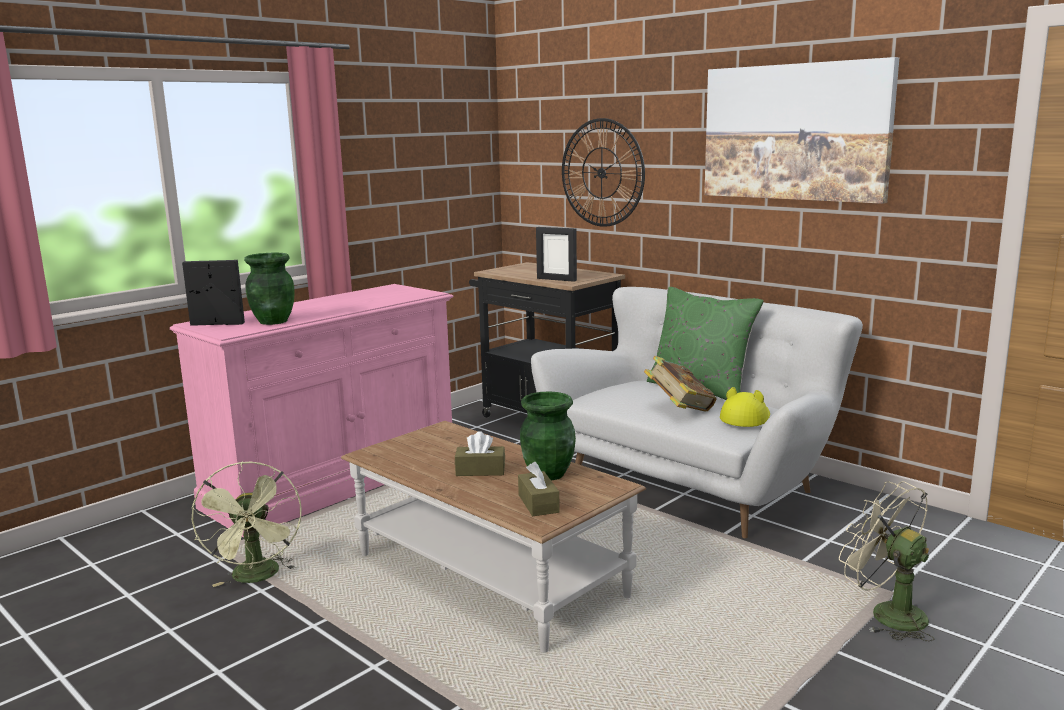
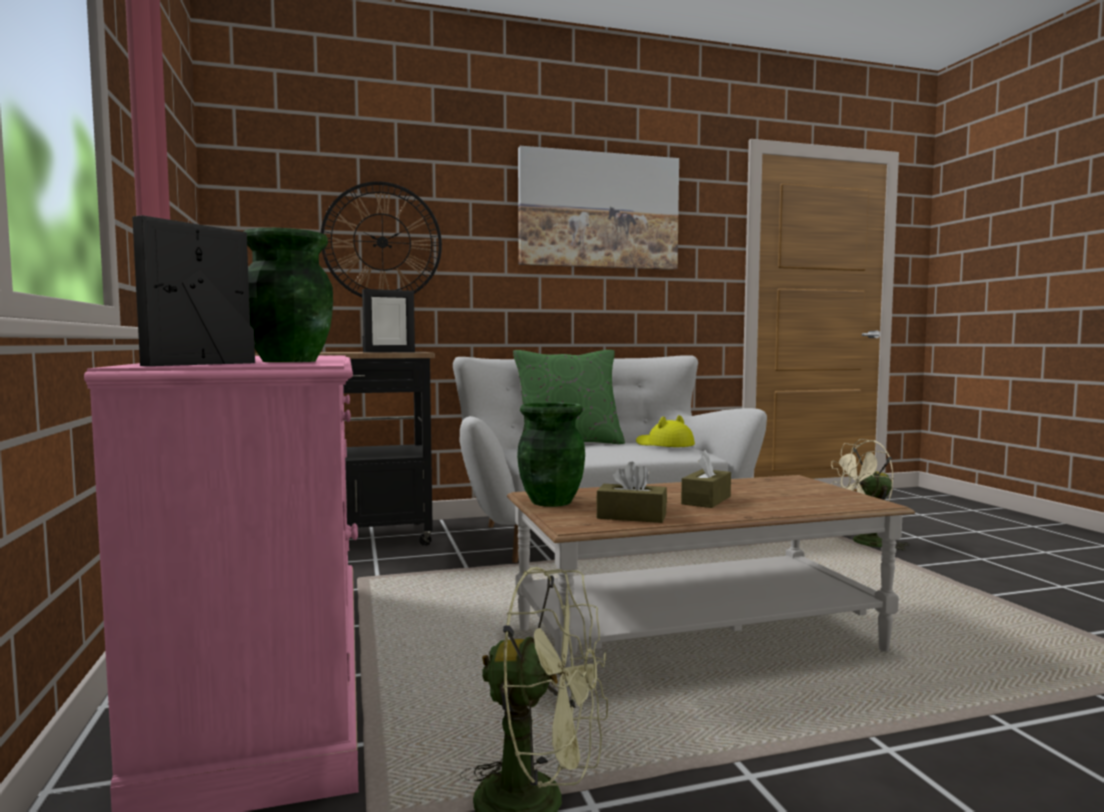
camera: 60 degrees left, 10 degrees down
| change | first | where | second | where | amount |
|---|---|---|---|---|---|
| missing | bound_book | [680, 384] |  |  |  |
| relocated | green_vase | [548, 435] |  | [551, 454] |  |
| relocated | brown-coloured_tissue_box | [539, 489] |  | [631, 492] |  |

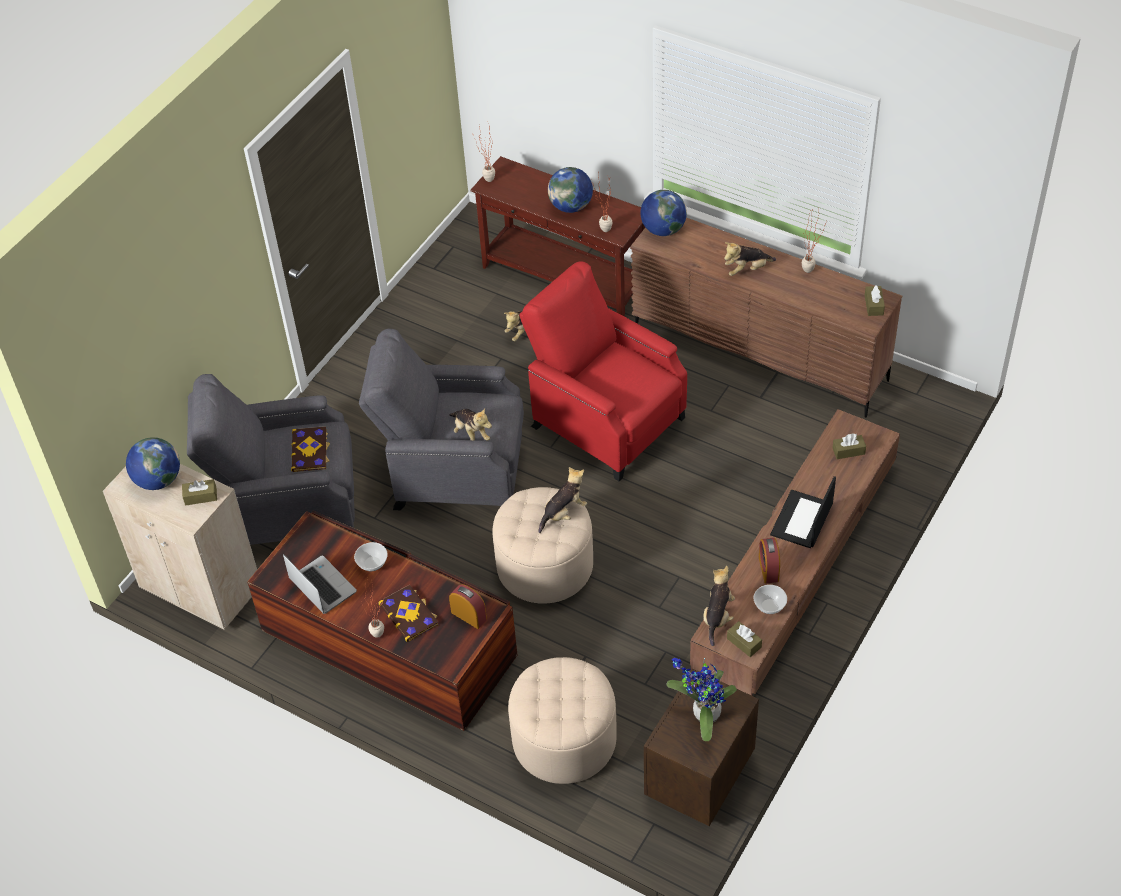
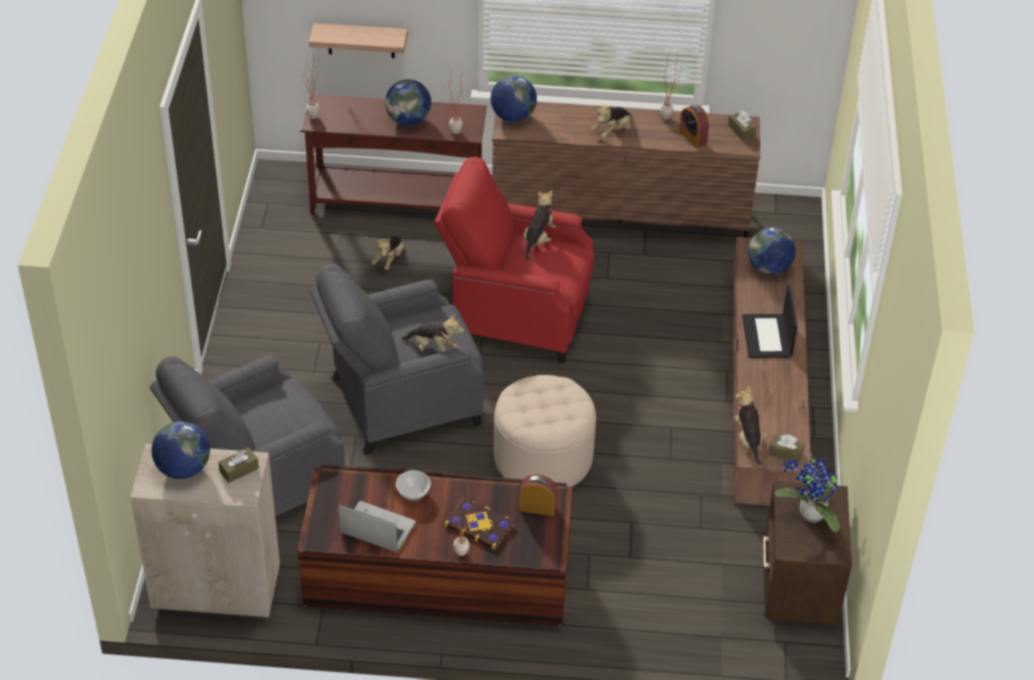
camera: 30 degrees left, 5 degrees down
| change | first | where | second | where | amount |
|---|---|---|---|---|---|
| missing | bound_book | [310, 449] |  |  |  |
| exchanged | brown-coloured_tissue_box | [849, 446] | globe | [772, 251] |  |
| relocated | plush_toy | [563, 500] |  | [540, 225] |  |
| relocated | table_clock | [769, 561] |  | [694, 126] |  |
| missing | serving_bowl | [770, 599] |  |  |  |
| missing | beige_pouffe | [562, 720] |  |  |  |
| appeared |  |  | bracket_shelf | [358, 40] |  |

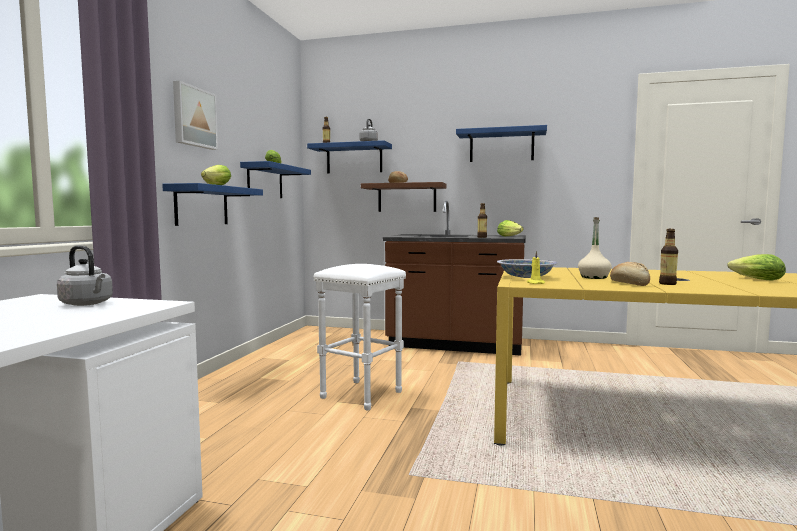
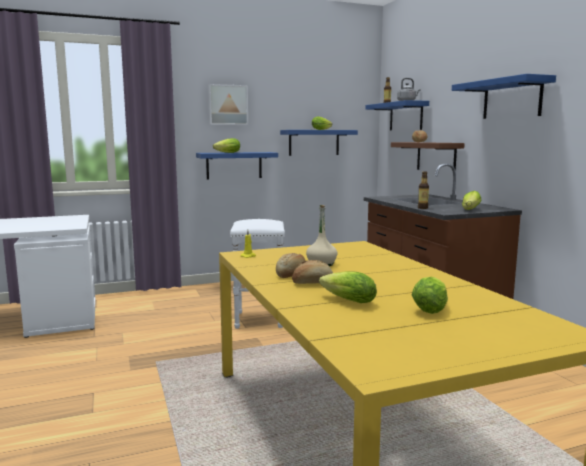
camera: 55 degrees right, 5 degrees up
| change | first | where | second | where | amount |
|---|---|---|---|---|---|
| exchanged | beverage_bottle | [668, 257] | bread | [312, 272] |  |
| missing | greyish_kettle | [85, 275] |  |  |  |
| missing | serving_bowl | [527, 268] |  |  |  |
| appeared |  |  | lettuce_head | [348, 287] |  |

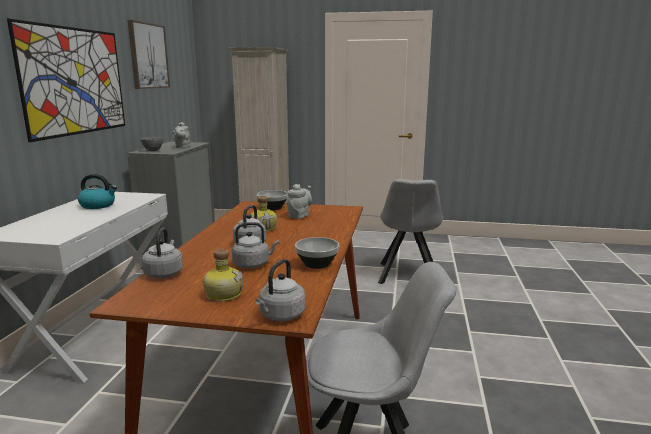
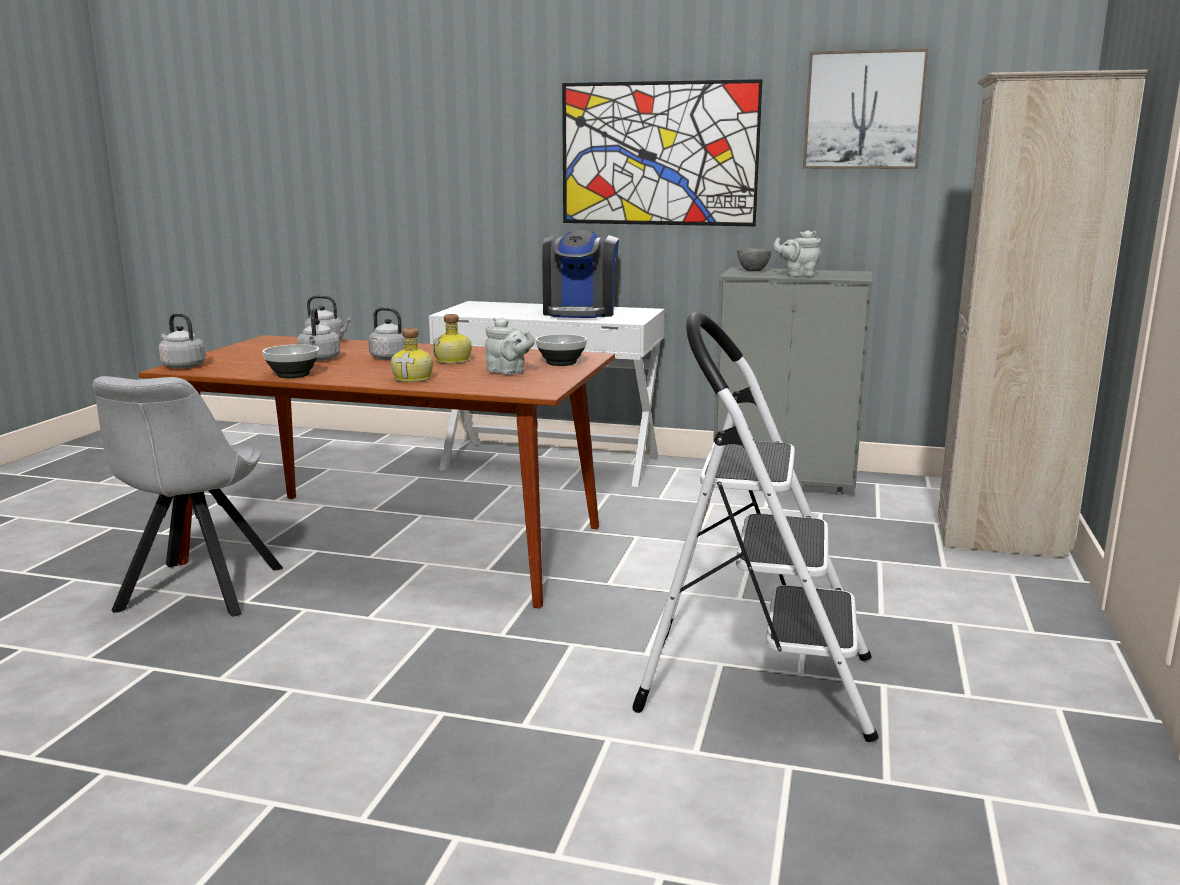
camera: 95 degrees right, 0 degrees up
| change | first | where | second | where | amount |
|---|---|---|---|---|---|
| exchanged | kettle | [97, 191] | coffee_machine | [580, 274] |  |
| exchanged | greyish_chair | [410, 231] | stepladder | [755, 527] |  |
| relocated | beverage_bottle | [223, 275] |  | [412, 355] |  |

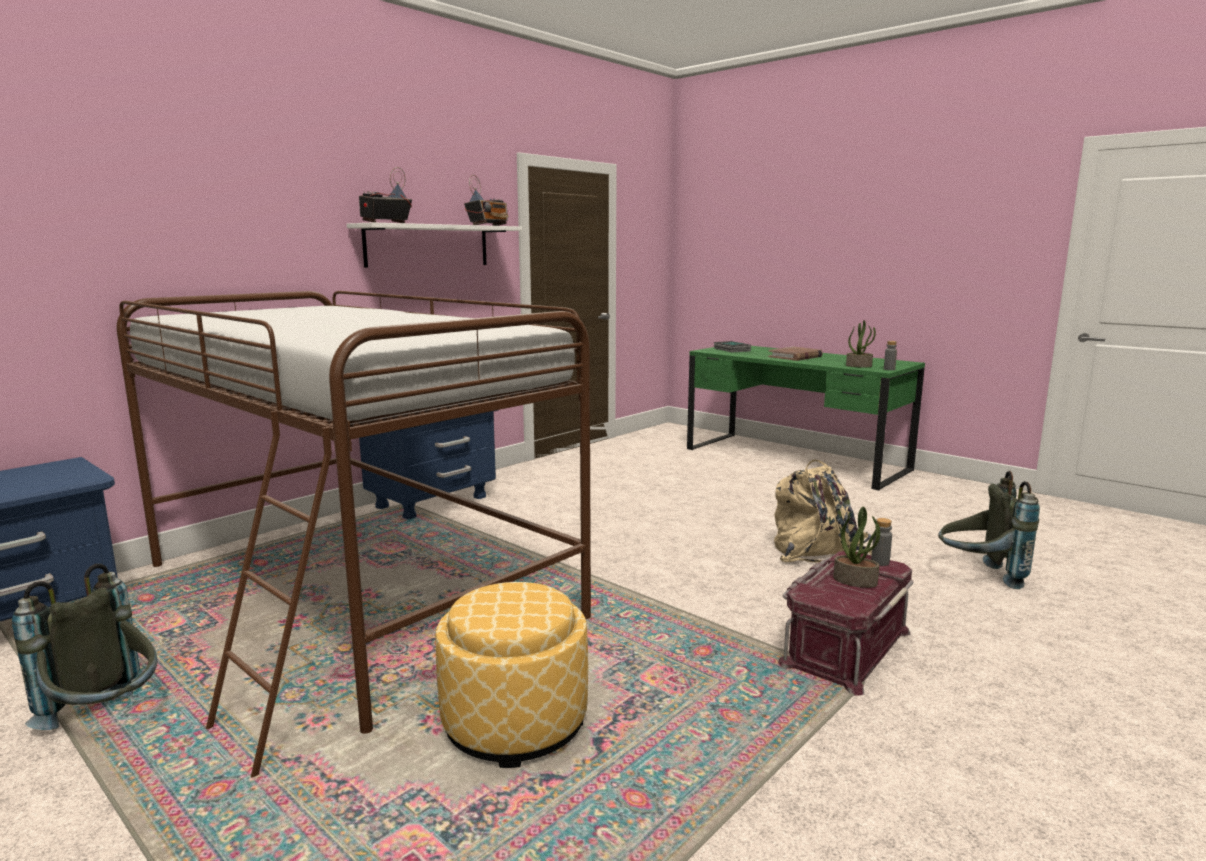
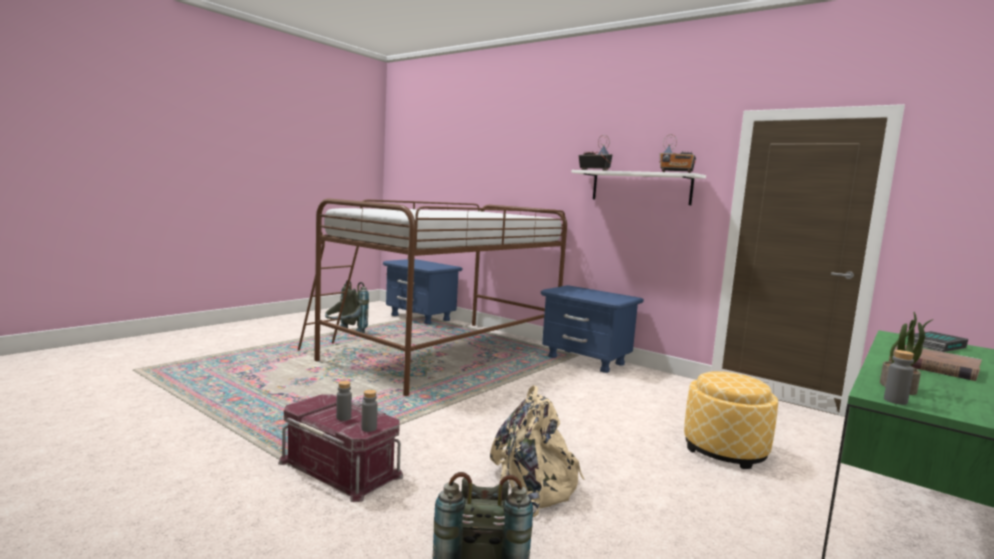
camera: 85 degrees right, 5 degrees down
| change | first | where | second | where | amount |
|---|---|---|---|---|---|
| exchanged | potted_plant | [856, 547] | greyish_beverage_bottle | [344, 401] |  |
| relocated | pouffe | [511, 675] |  | [731, 420] |  |

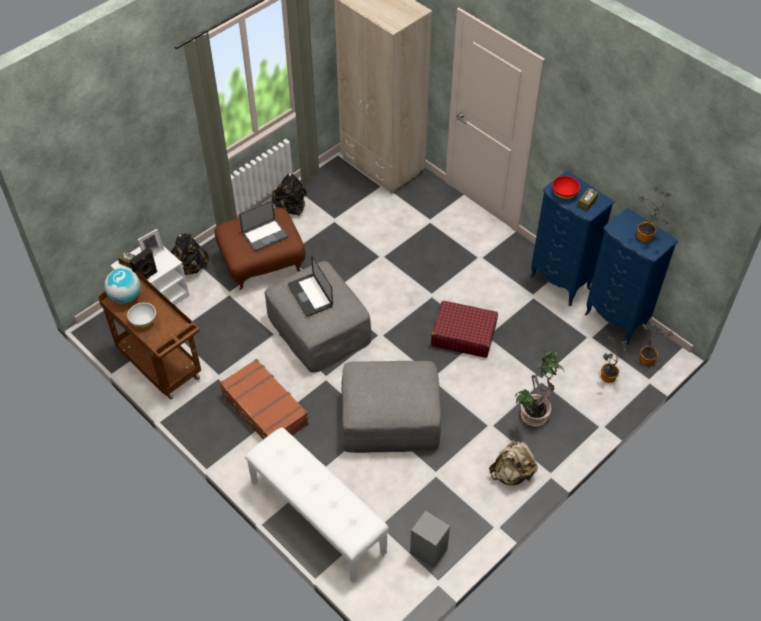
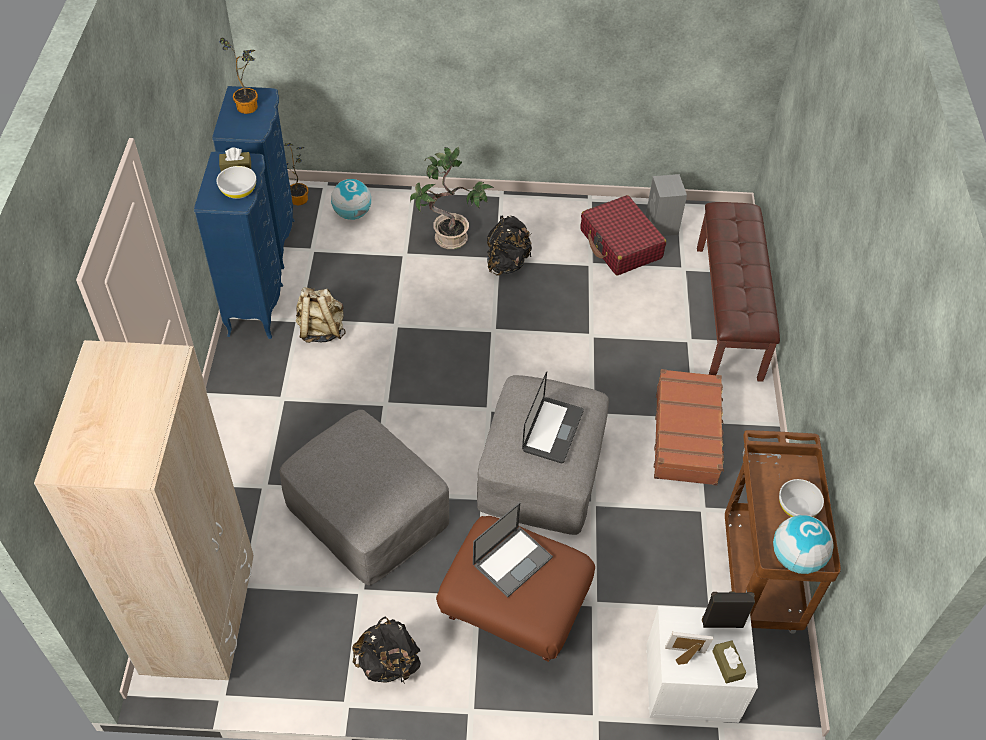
camera: 135 degrees left, 0 degrees up
| change | first | where | second | where | amount |
|---|---|---|---|---|---|
| colour | red-coloured_serving_bowl | [566, 187] | whitish_serving_bowl | [236, 182] |  |
| spun | notebook_computer | [263, 226] |  | [513, 549] | 120 degrees clockwise |
| relocated | black-coloured_knapsack | [190, 254] |  | [509, 245] |  |
| relocated | red-coloured_suitcase | [464, 329] |  | [623, 235] |  |
| exchanged | potted_plant | [615, 359] | globe | [351, 199] |  |
| relocated | greyish_pouffe | [391, 407] |  | [364, 497] |  |
| colour | whitish_bench | [317, 505] | brown-coloured_bench | [738, 292] |  |
| relocated | beige_knapsack | [513, 462] |  | [320, 315] |  |

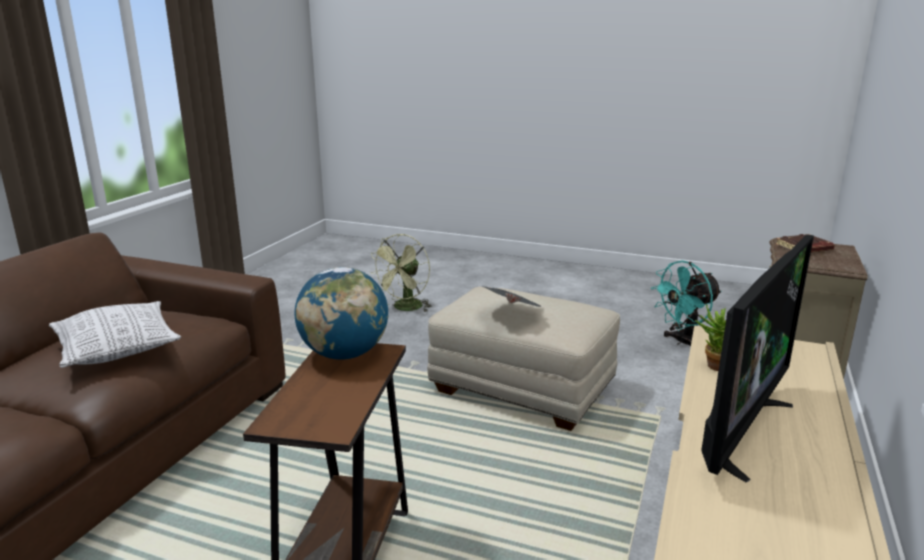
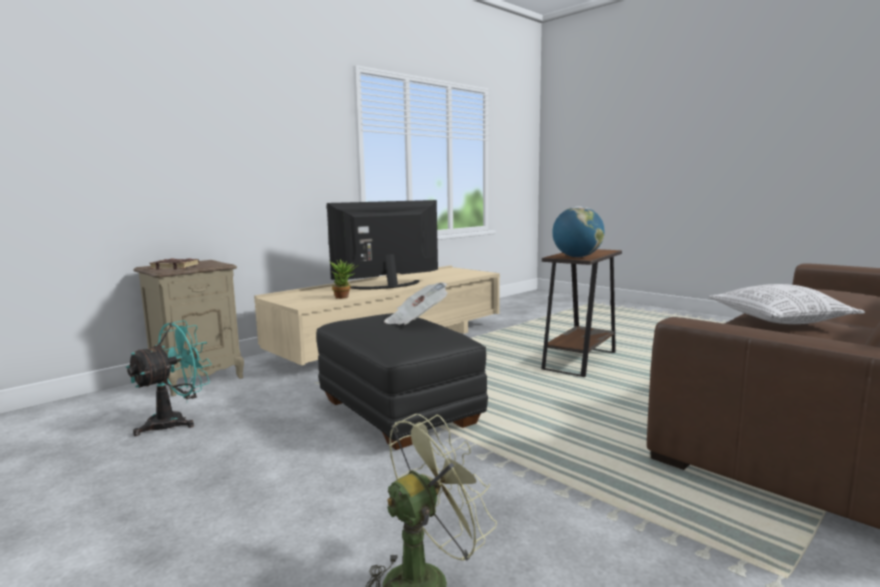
camera: 155 degrees left, 10 degrees down
| change | first | where | second | where | amount |
|---|---|---|---|---|---|
| spun | turquoise_electric_fan | [686, 303] |  | [169, 378] | 45 degrees counterclockwise |
| colour | beige_pouffe | [523, 359] | black-coloured_pouffe | [402, 381] |  |

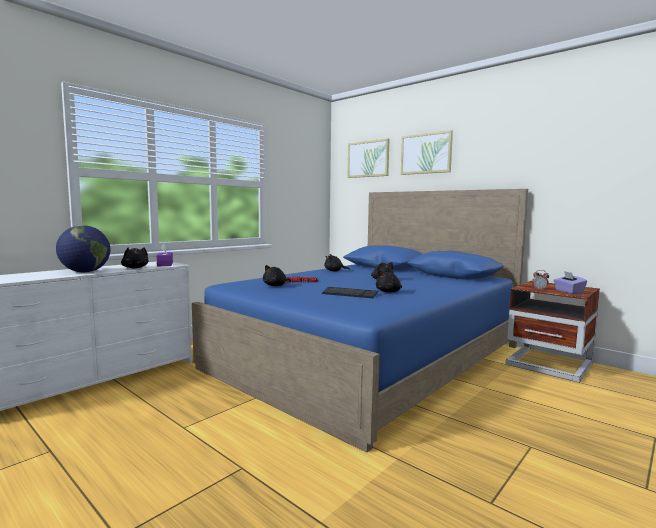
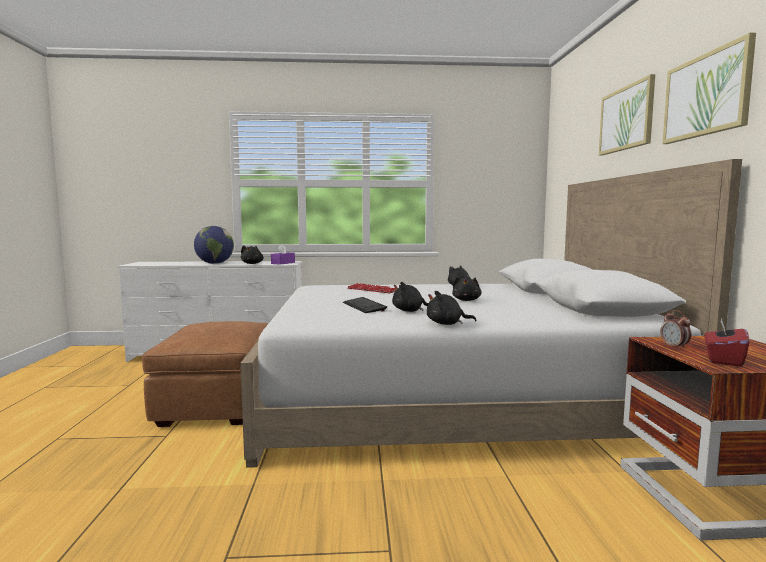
camera: 45 degrees right, 0 degrees up
| change | first | where | second | where | amount |
|---|---|---|---|---|---|
| relocated | wall_art | [368, 158] |  | [709, 88] |  |
| colour | blue_sleeping_bed | [360, 321] | whitish_sleeping_bed | [491, 313] |  |
| relocated | black-coloured_plush_toy | [277, 275] |  | [452, 308] |  |
| colour | purplish_tissue_box | [570, 282] | red-coloured_tissue_box | [727, 342] |  |
| appeared |  |  | brown-coloured_pouffe | [205, 374] |  |

